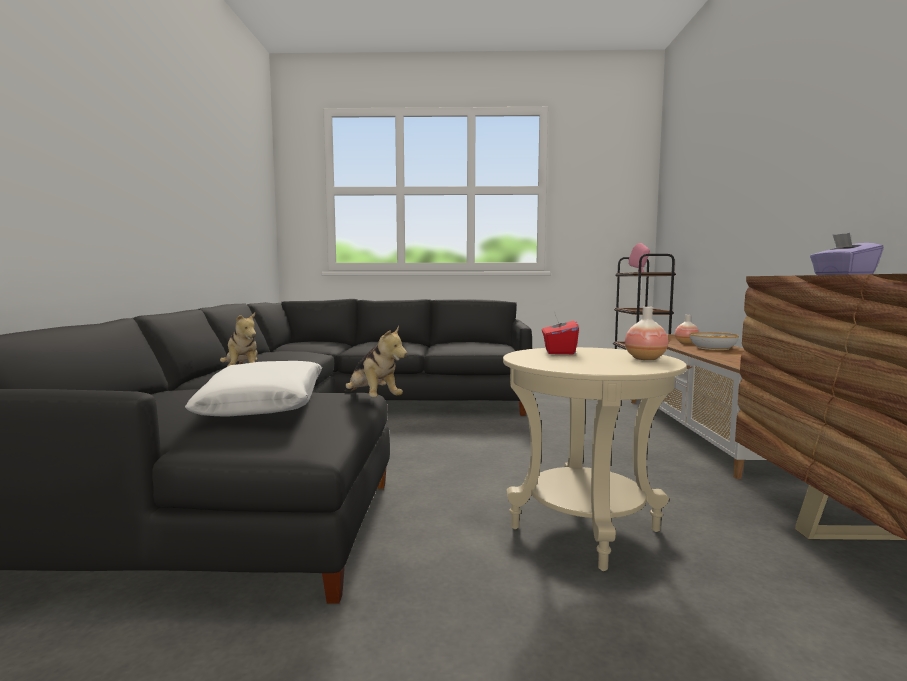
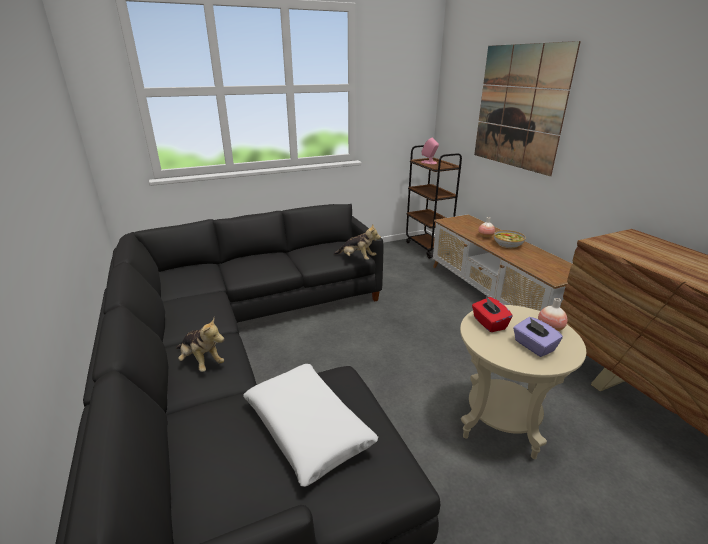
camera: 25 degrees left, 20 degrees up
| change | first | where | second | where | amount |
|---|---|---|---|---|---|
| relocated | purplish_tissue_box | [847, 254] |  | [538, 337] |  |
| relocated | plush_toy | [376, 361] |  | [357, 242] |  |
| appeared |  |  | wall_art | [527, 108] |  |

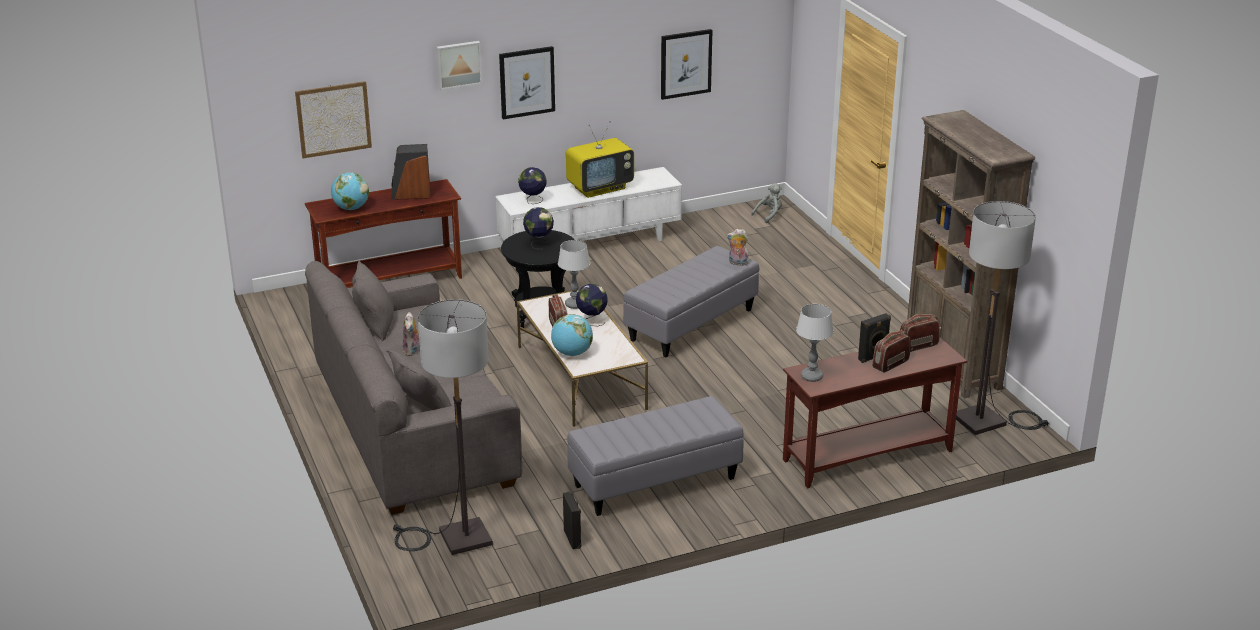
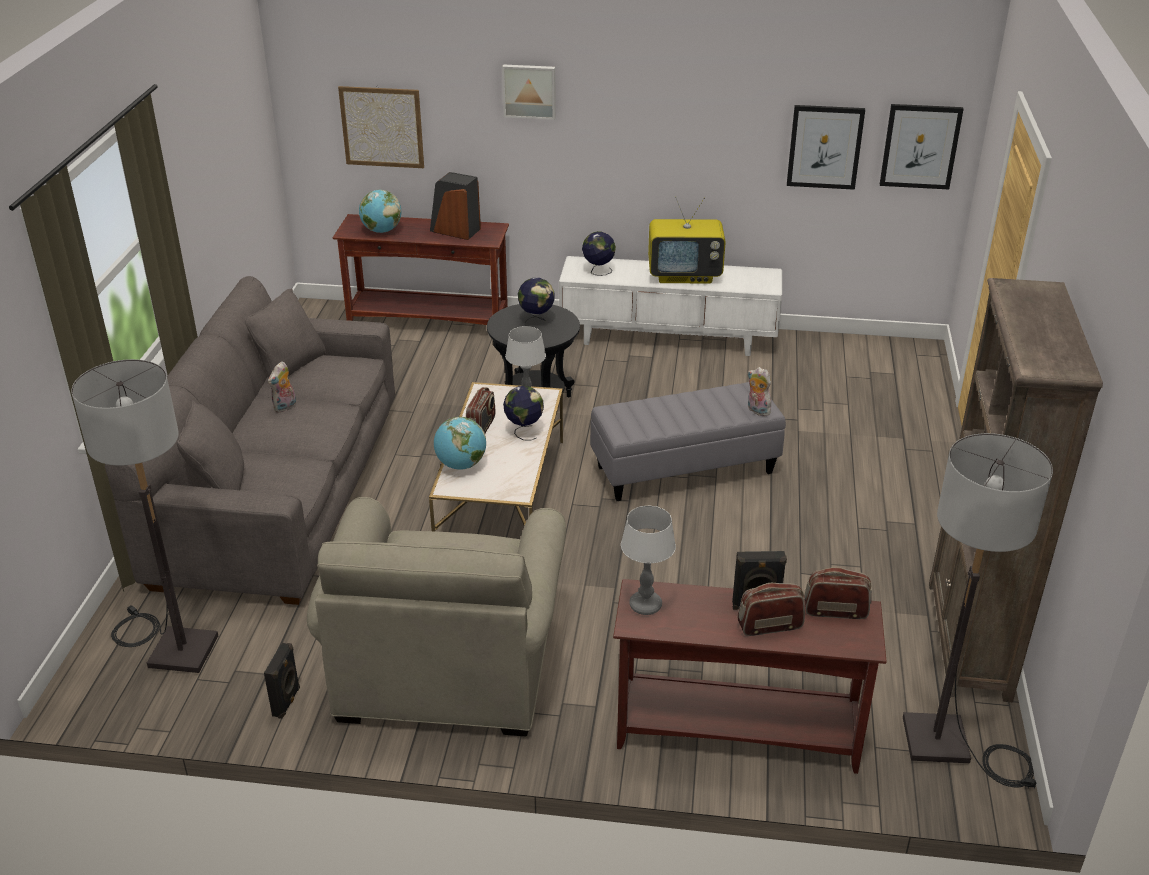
camera: 30 degrees right, 5 degrees up
| change | first | where | second | where | amount |
|---|---|---|---|---|---|
| relocated | wall_art | [527, 82] |  | [921, 147] |  |
| missing | greyish_plush_toy | [766, 203] |  |  |  |
| exchanged | greyish_pouffe | [655, 456] | beige_armchair | [436, 616] |  |

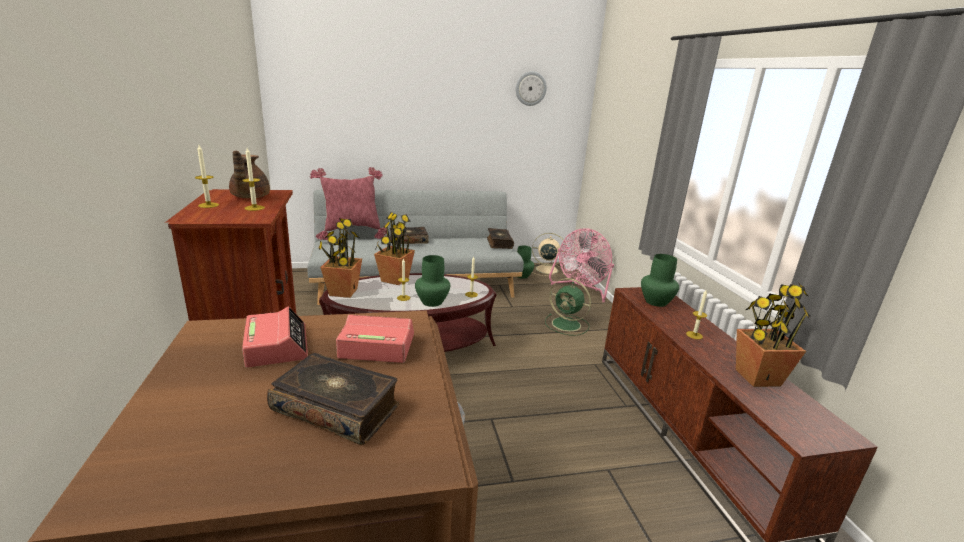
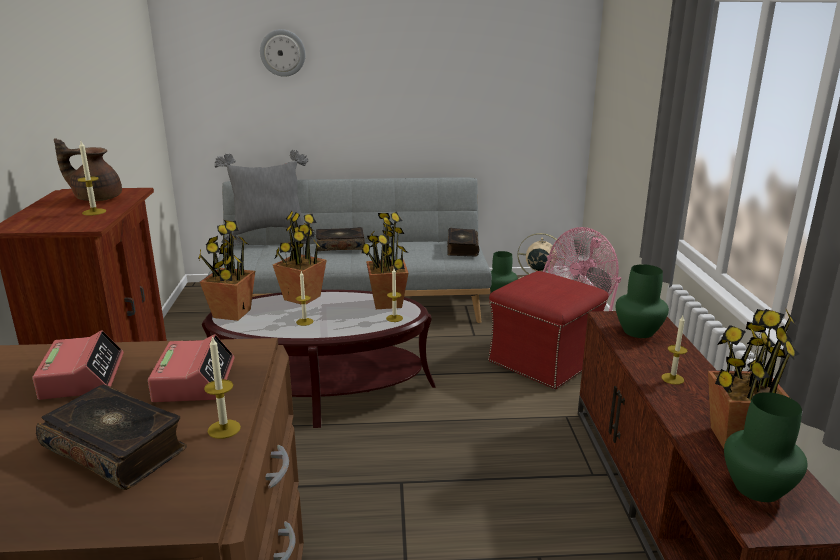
camera: 10 degrees right, 0 degrees up
| change | first | where | second | where | amount |
|---|---|---|---|---|---|
| relocated | clock_on_the_wall | [531, 88] |  | [282, 53] |  |
| relocated | wax_light | [207, 176] |  | [222, 387] |  |
| spun | brown-coloured_tea_pot | [249, 174] |  | [88, 169] | 90 degrees clockwise |
| colour | red-coloured_pillow | [348, 203] | greyish_pillow | [265, 198] |  |
| relocated | green_vase | [432, 281] |  | [766, 447] |  |
| exchanged | green_electric_fan | [568, 307] | red-coloured_pouffe | [548, 330] |  |
| spun | table_clock | [375, 339] |  | [191, 368] | 75 degrees clockwise |
| appeared |  |  | potted_plant | [385, 260] |  |

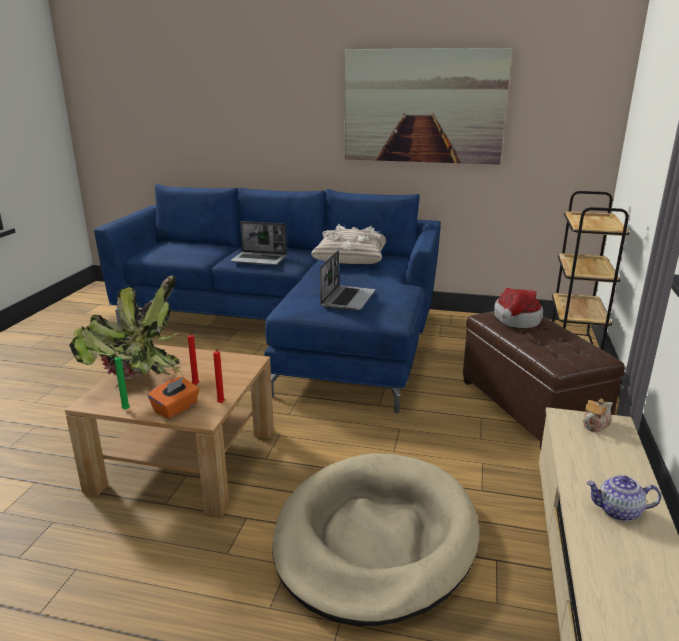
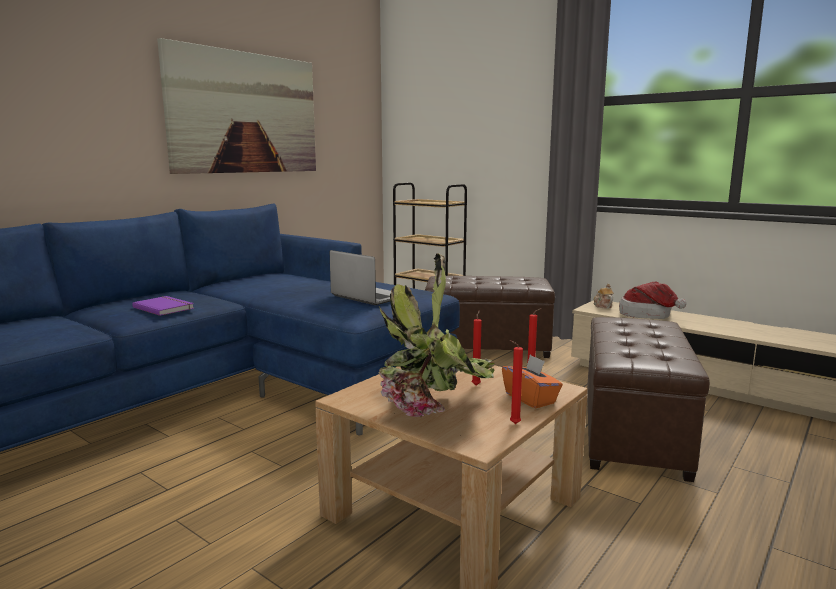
camera: 65 degrees left, 10 degrees down
| change | first | where | second | where | amount |
|---|---|---|---|---|---|
| exchanged | notebook_computer | [258, 243] | purplish_bound_book | [163, 306] |  |
| missing | beige_pillow | [348, 244] |  |  |  |
| relocated | wearable_hat | [518, 308] |  | [653, 300] |  |
| colour | green_wax_light | [122, 380] | red-coloured_wax_light | [516, 382] |  |
| exchanged | beige_dog_bed | [376, 539] | brown-coloured_pouffe | [648, 399] |  |
| missing | tea_pot | [623, 498] |  |  |  |

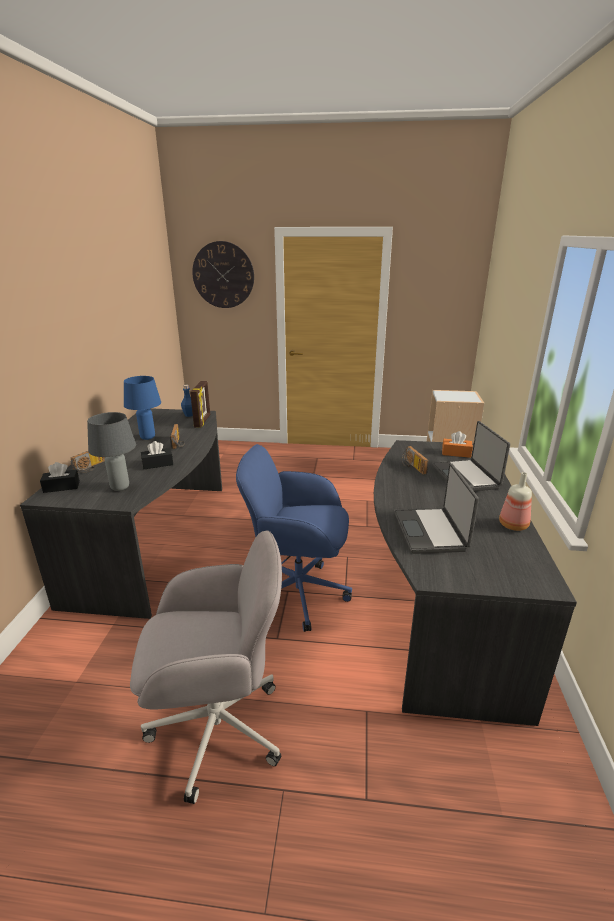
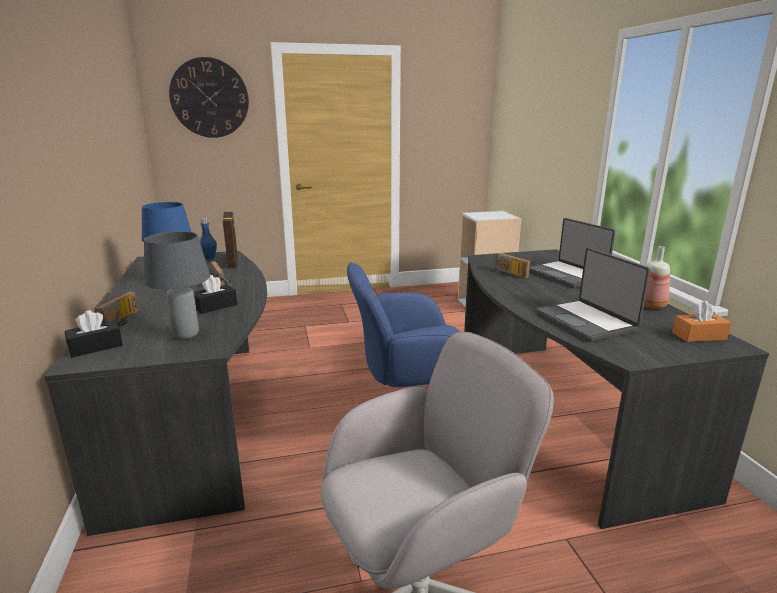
camera: 20 degrees left, 5 degrees down
| change | first | where | second | where | amount |
|---|---|---|---|---|---|
| relocated | orange-coloured_tissue_box | [457, 444] |  | [702, 321] |  |

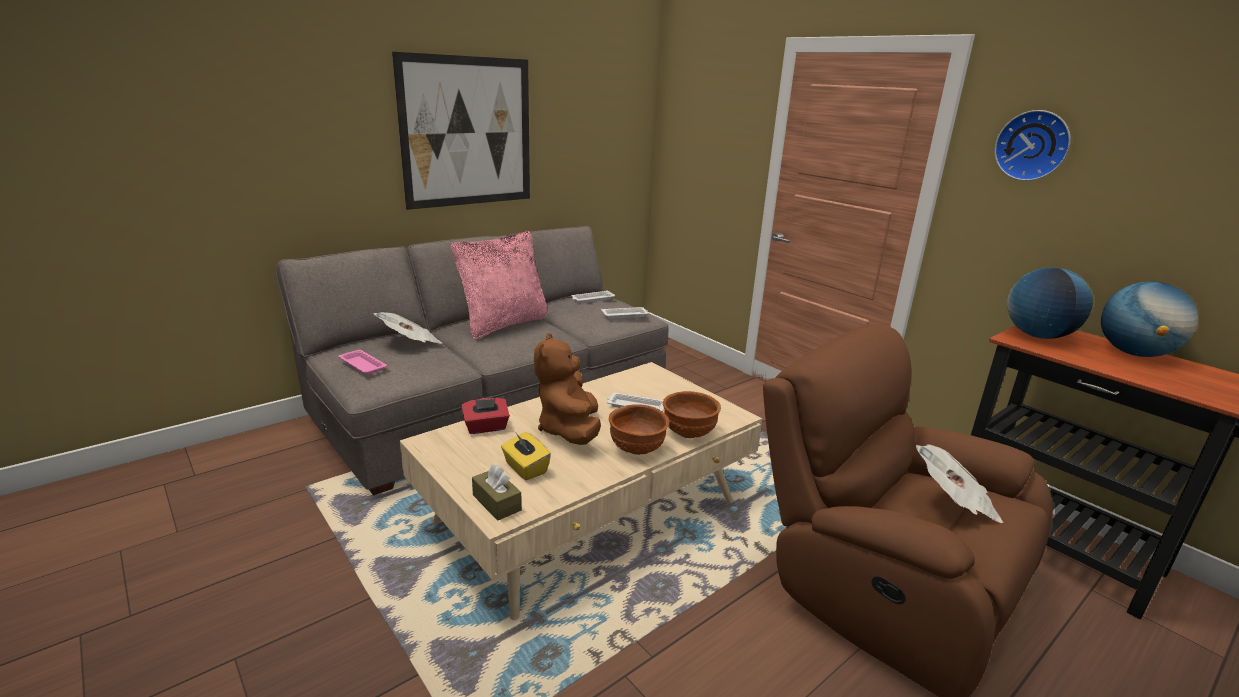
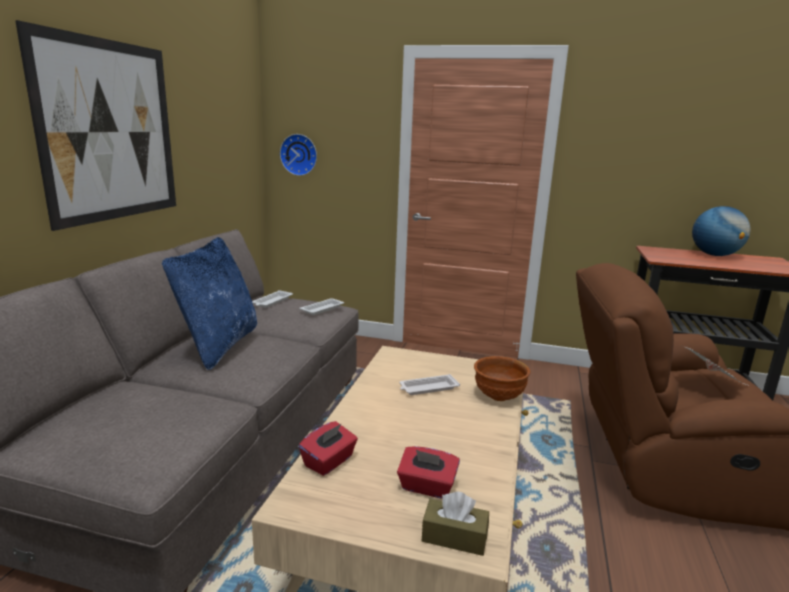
camera: 35 degrees left, 5 degrees down
| change | first | where | second | where | amount |
|---|---|---|---|---|---|
| relocated | clock_on_the_wall | [1032, 145] |  | [298, 155] |  |
| colour | pink-coloured_pillow | [498, 285] | blue_pillow | [209, 303] |  |
| missing | globe | [1050, 303] |  |  |  |
| missing | printed_paper | [407, 328] |  |  |  |
| missing | brown-coloured_plush_toy | [567, 389] |  |  |  |
| missing | pink-coloured_serving_tray | [362, 362] |  |  |  |
| missing | brown-coloured_serving_bowl | [639, 429] |  |  |  |
| colour | yellow_tissue_box | [526, 456] | red-coloured_tissue_box | [428, 472] |  |

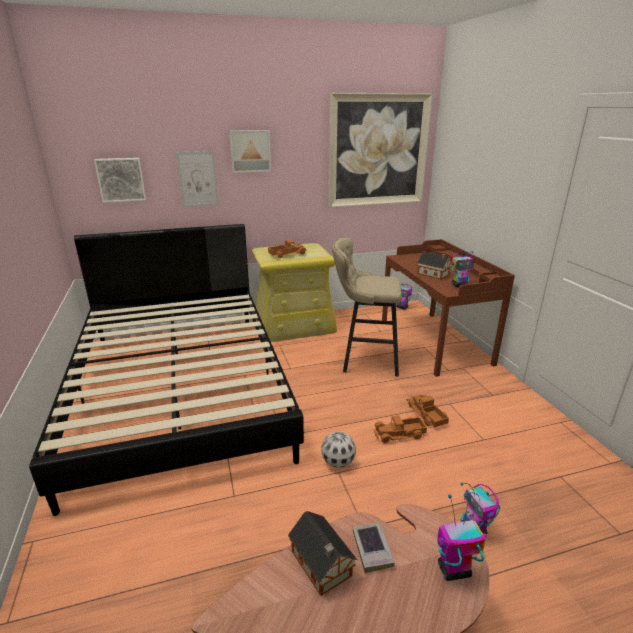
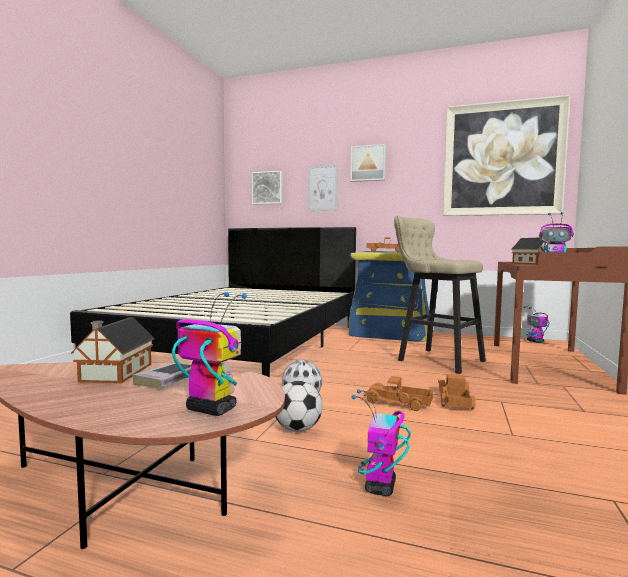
camera: 35 degrees right, 20 degrees down
| change | first | where | second | where | amount |
|---|---|---|---|---|---|
| colour | yellow_night_table | [294, 292] | blue_night_table | [388, 296] |  |
| appeared |  |  | football | [299, 406] |  |

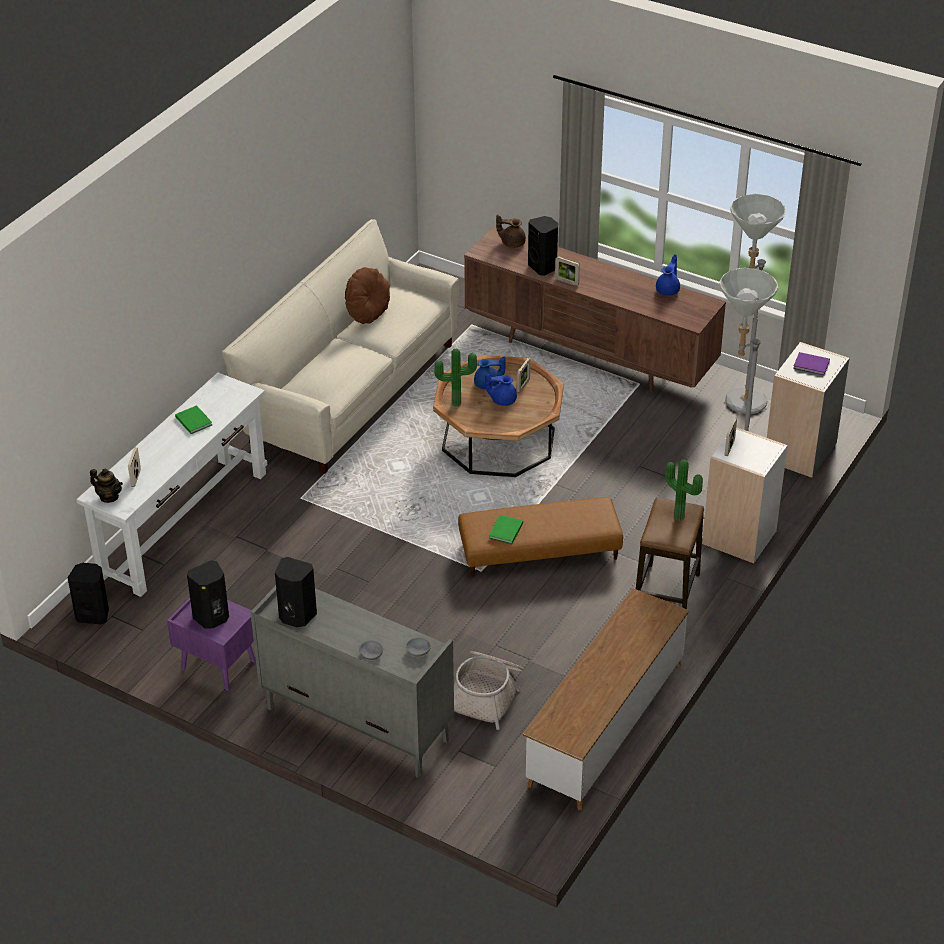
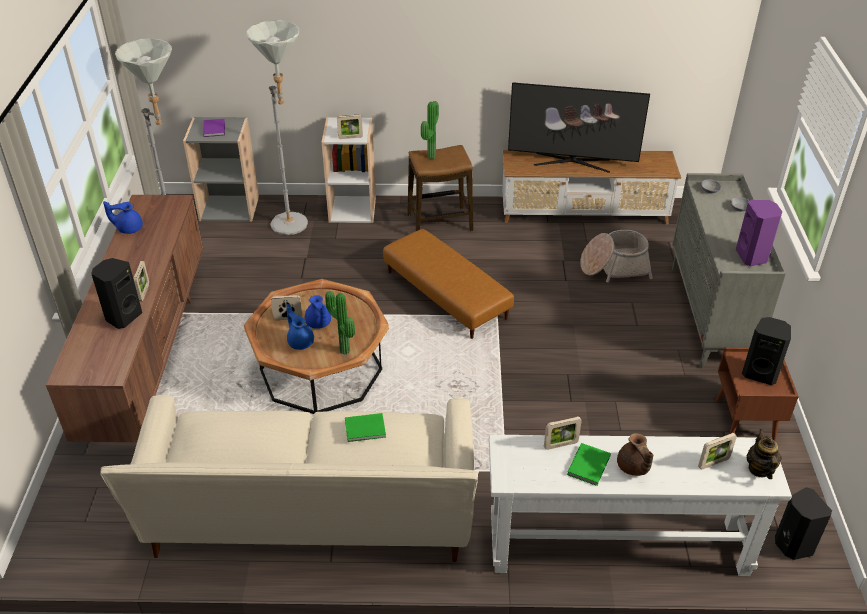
camera: 120 degrees left, 0 degrees up
| change | first | where | second | where | amount |
|---|---|---|---|---|---|
| relocated | brown-coloured_tea_pot | [511, 231] |  | [635, 454] |  |
| missing | brown-coloured_pillow | [367, 295] |  |  |  |
| relocated | green_bound_book | [506, 529] |  | [365, 427] |  |
| colour | black-coloured_loudspeaker | [296, 592] | purplish_loudspeaker | [759, 233] |  |
| colour | purplish_night_table | [211, 644] | brown-coloured_night_table | [757, 394] |  |
| appeared |  |  | television | [579, 127] |  |
| appeared |  |  | picture_frame | [563, 433] |  |

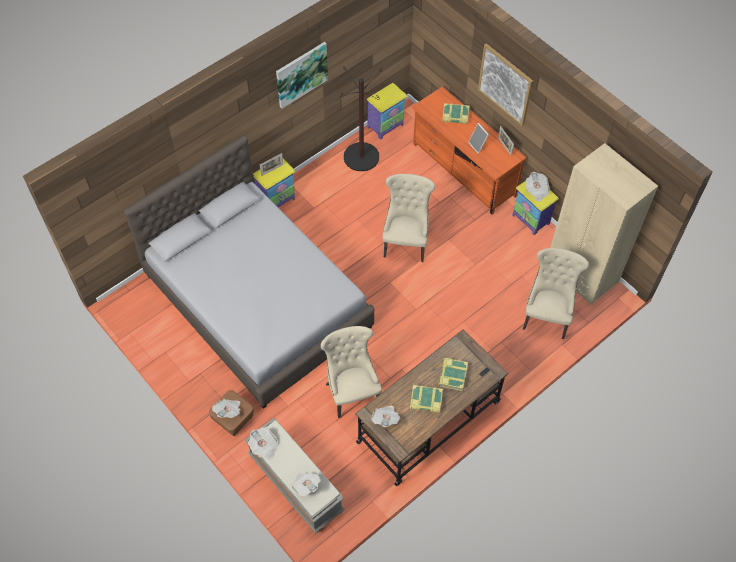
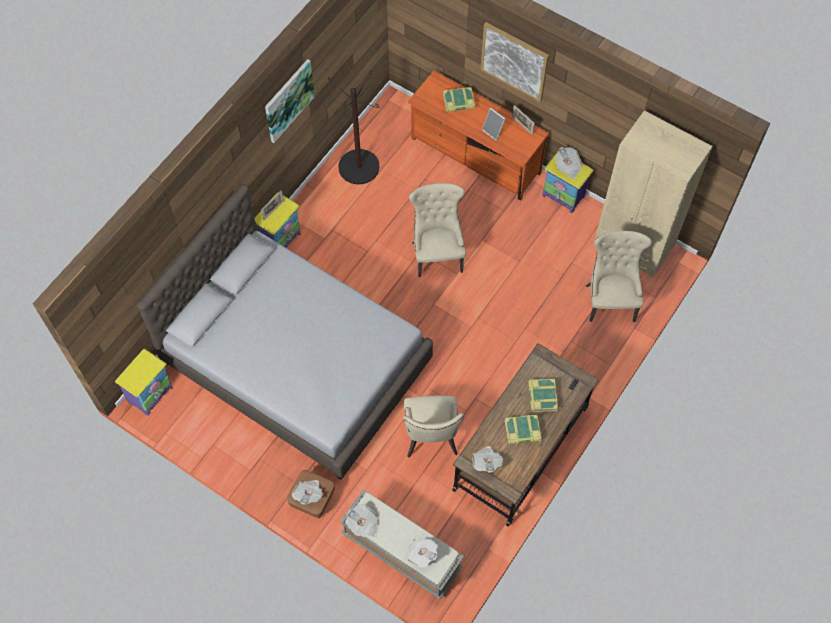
camera: 15 degrees left, 5 degrees up
| change | first | where | second | where | amount |
|---|---|---|---|---|---|
| relocated | night_table | [387, 111] |  | [144, 382] |  |
| spun | beige_chair | [351, 372] |  | [433, 426] | 150 degrees counterclockwise |

